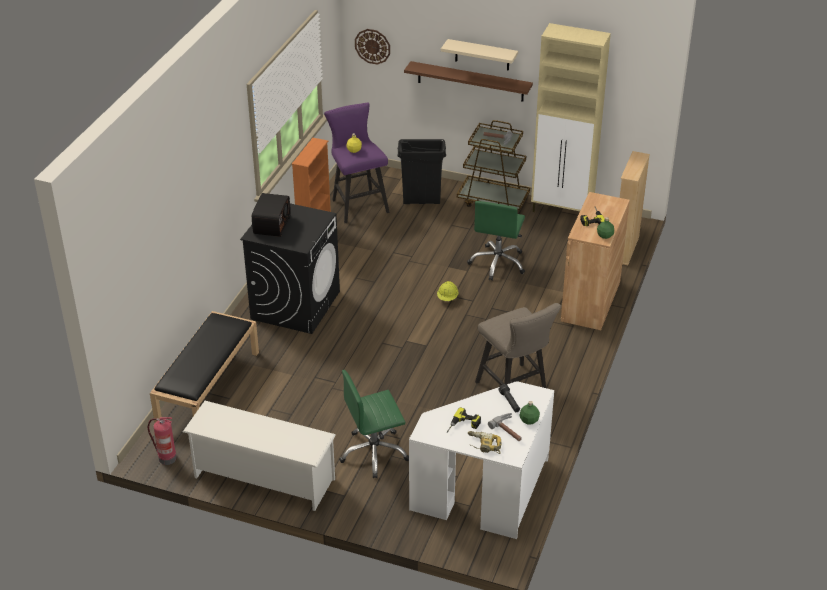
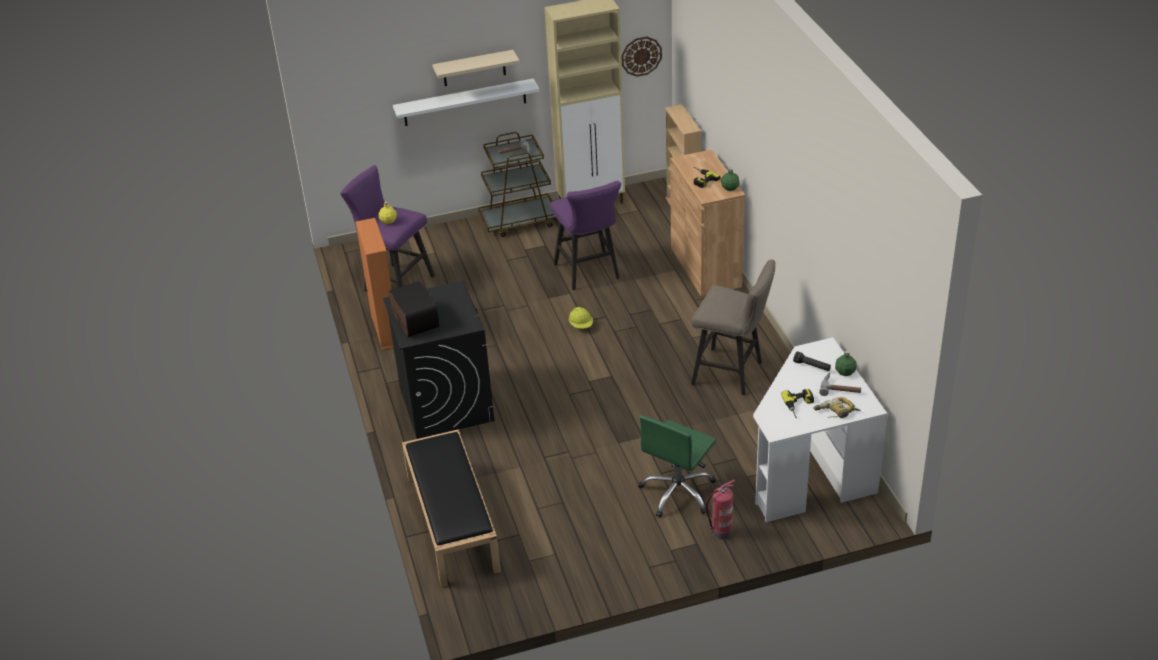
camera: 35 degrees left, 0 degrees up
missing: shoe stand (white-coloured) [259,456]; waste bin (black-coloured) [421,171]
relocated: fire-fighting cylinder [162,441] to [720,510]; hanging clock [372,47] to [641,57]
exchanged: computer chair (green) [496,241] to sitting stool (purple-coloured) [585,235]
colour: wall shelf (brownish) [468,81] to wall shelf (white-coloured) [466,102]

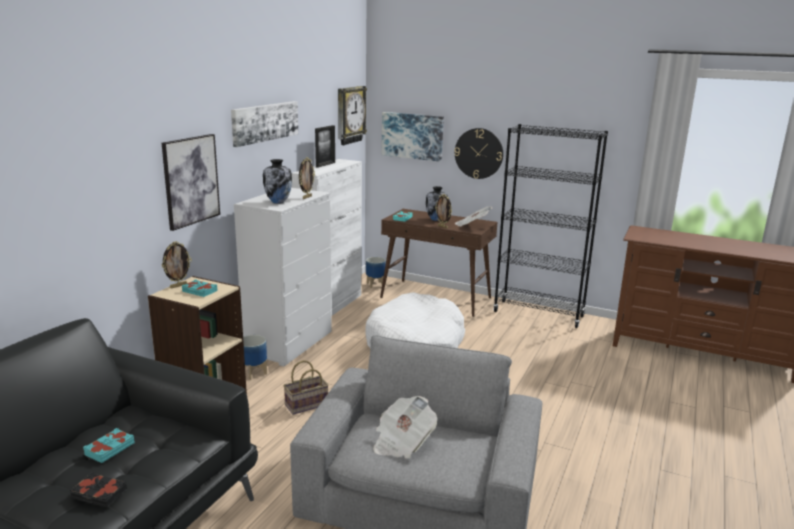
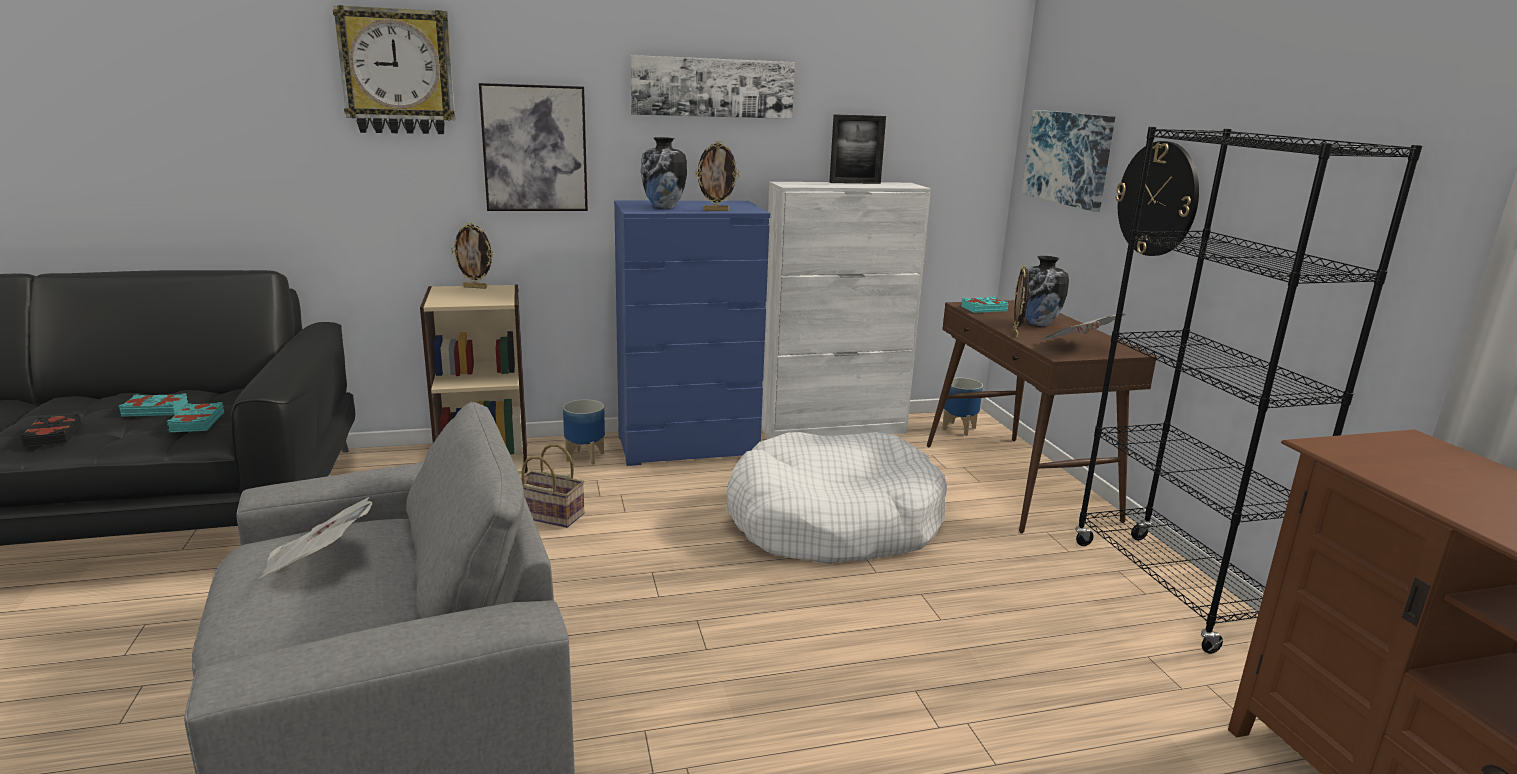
camera: 50 degrees right, 0 degrees up
relocated: bound book (blue-green) [199,288] to [195,417]; hanging clock [352,115] to [394,69]
colour: dresser (white-coloured) [283,276] to dresser (blue-coloured) [692,333]

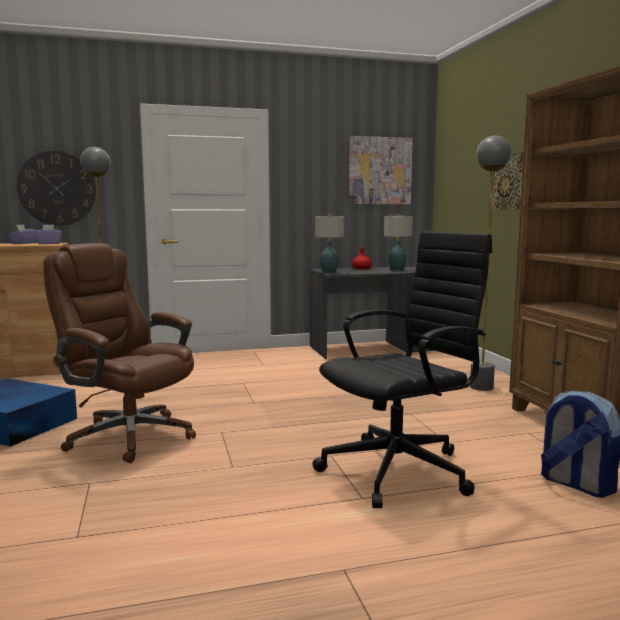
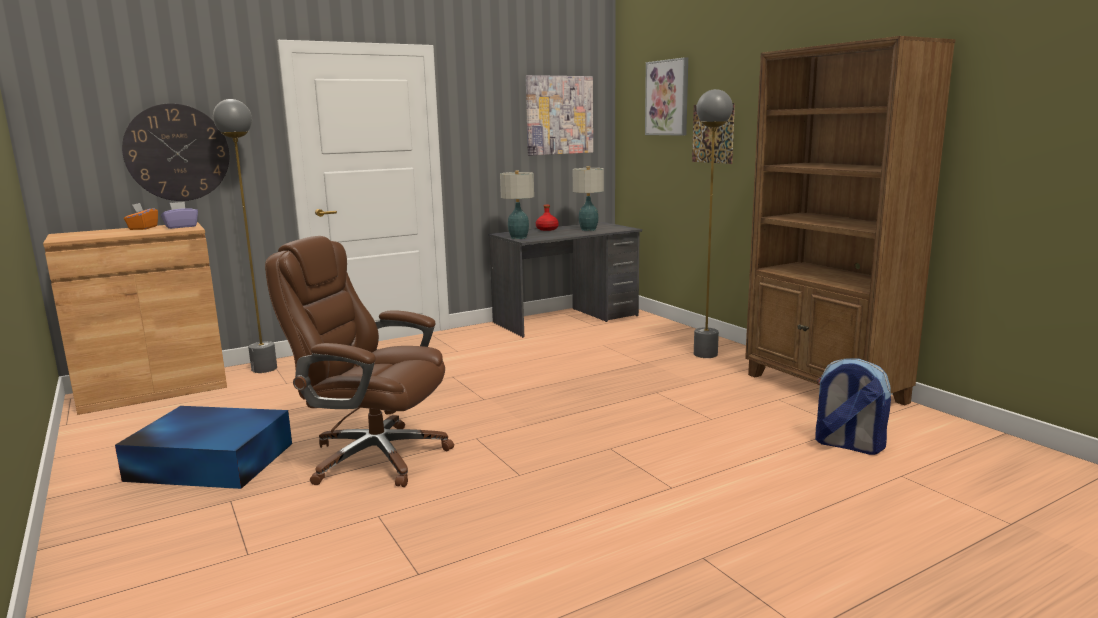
camera: 15 degrees left, 5 degrees up
missing: computer chair (black-coloured) [402,369]
appeared: wall art [666,96]
colour: box of tissues (purple-coloured) [22,234] to box of tissues (orange) [141,216]

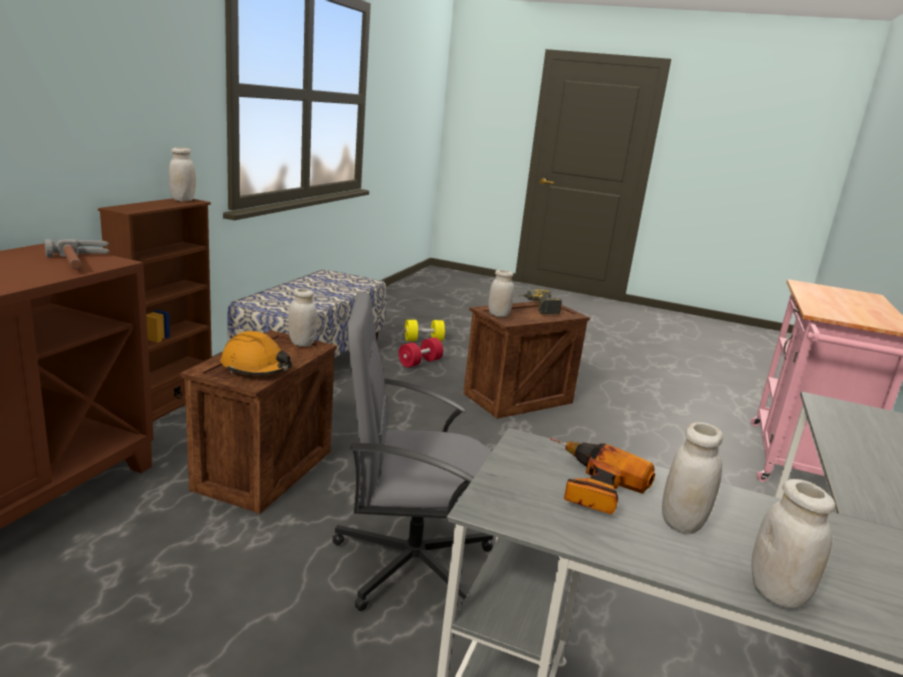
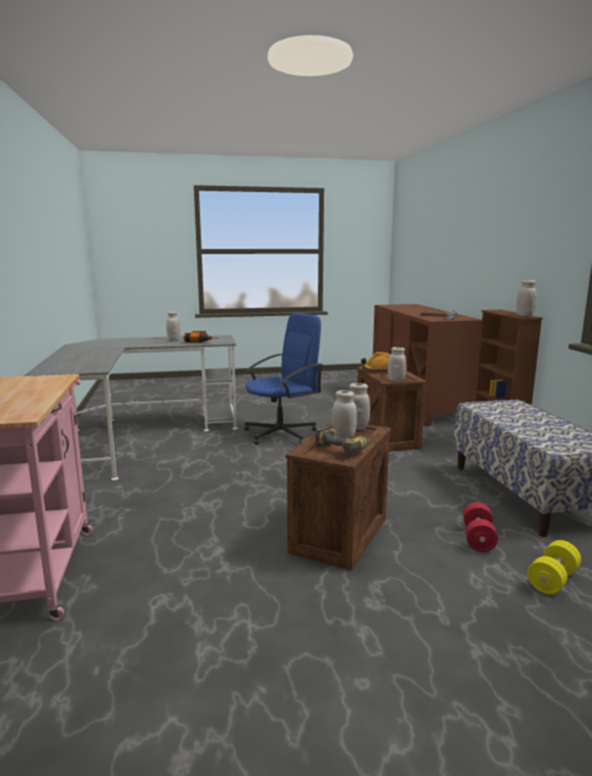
camera: 150 degrees right, 5 degrees down
relocated: preserve jar (white-coloured) [793,544] to [344,414]
colour: computer chair (gray) [412,451] to computer chair (blue-coloured) [283,378]

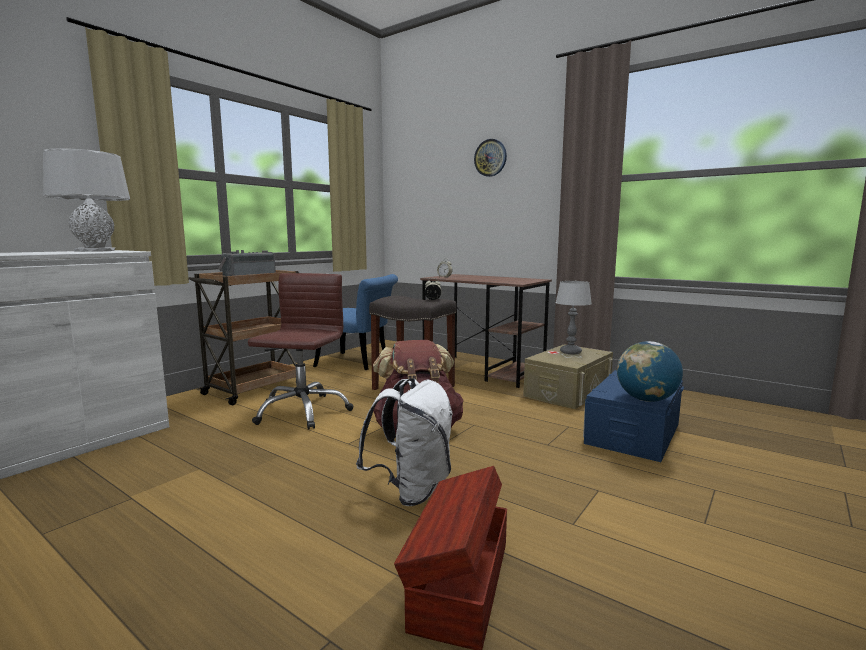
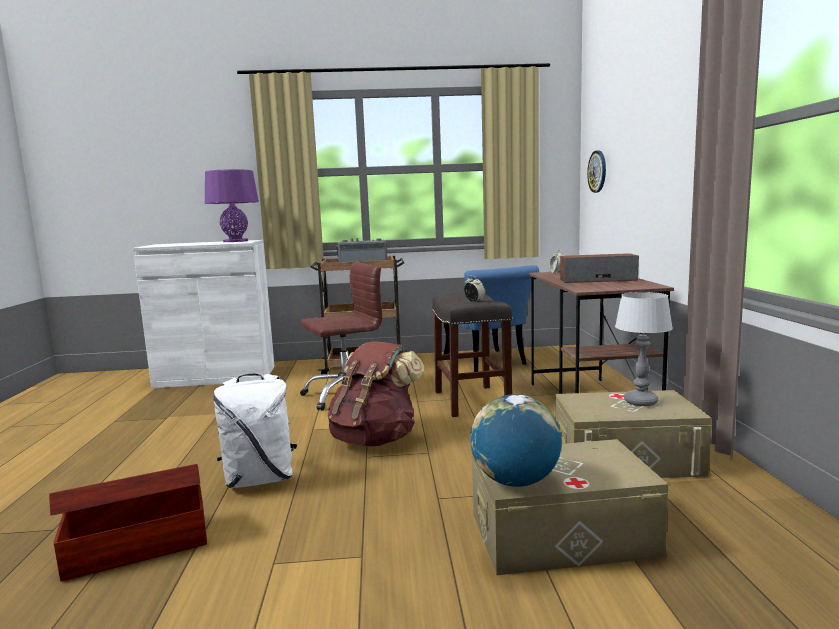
camera: 50 degrees right, 0 degrees up
appeared: audio speaker [599,268]
relocated: hanging clock [490,158] to [596,171]
colour: table lamp (gray) [86,200] to table lamp (purple-coloured) [232,205]; storage container (blue-coloured) [633,416] to storage container (beige-coloured) [570,507]

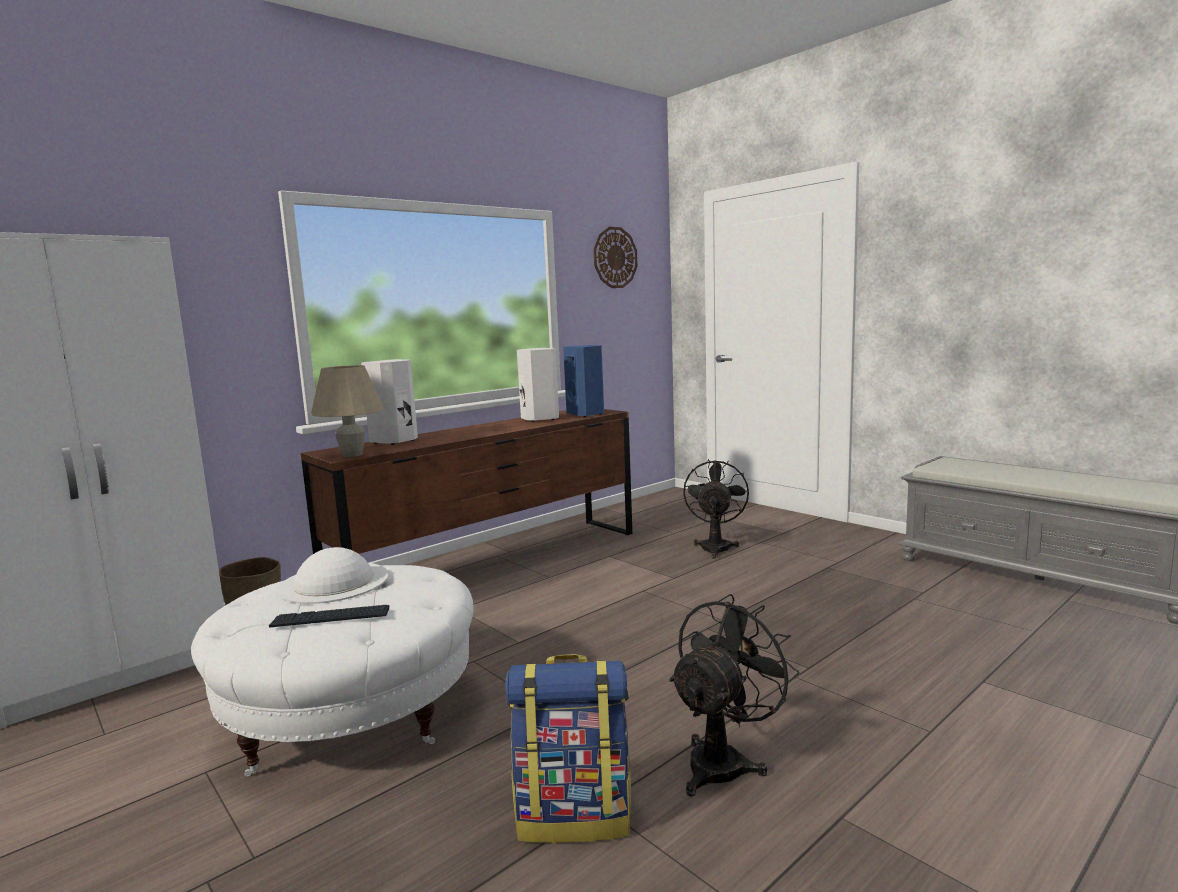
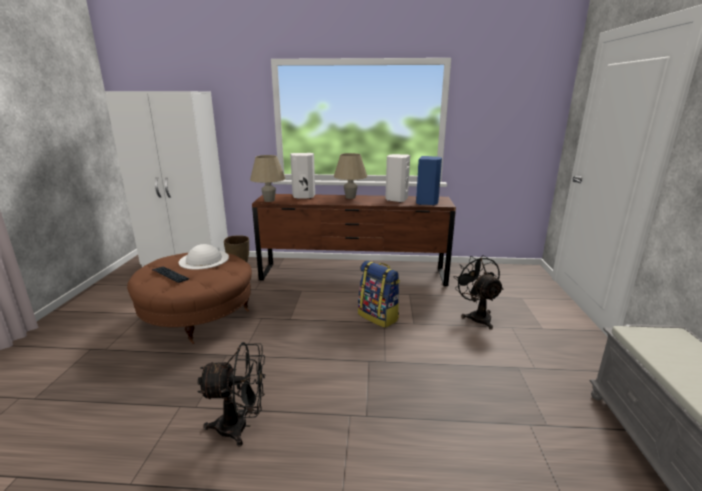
camera: 45 degrees right, 10 degrees up
missing: hanging clock [615,257]
appeared: table lamp (beige-coloured) [350,176]
relocated: knapsack [568,748] to [379,294]
colour: pouffe (white-coloured) [332,671] to pouffe (brownish) [189,298]
spun: electric fan (black-coloured) [716,509] = [479,292] 75 degrees counterclockwise

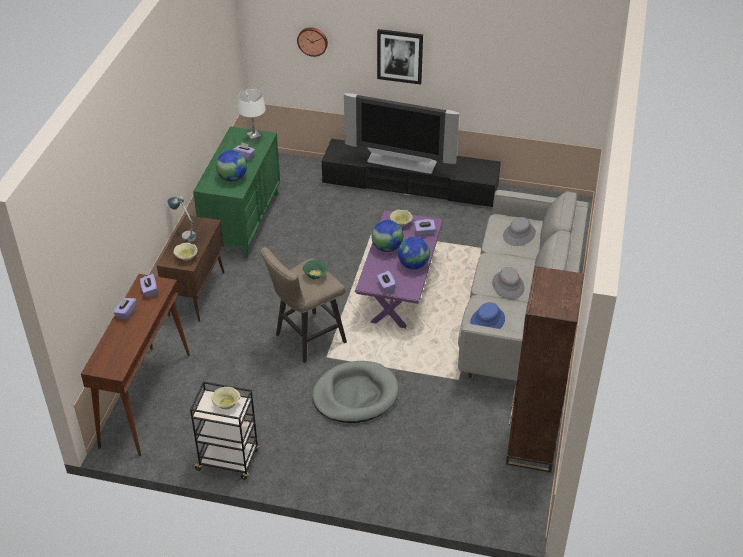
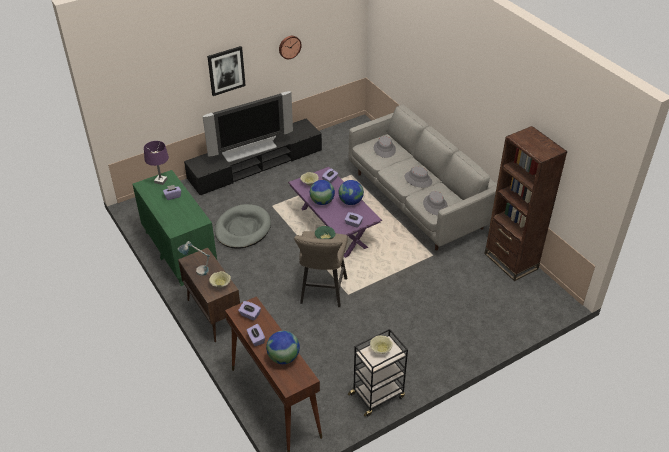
camera: 45 degrees left, 0 degrees up
relocated: world globe [231,165] to [283,347]; hanging clock [312,42] to [290,47]; dog bed (gray) [355,392] to [243,226]
colour: table lamp (white-coloured) [252,115] to table lamp (purple-coloured) [156,163]; hat (blue-coloured) [487,315] to hat (gray) [435,203]

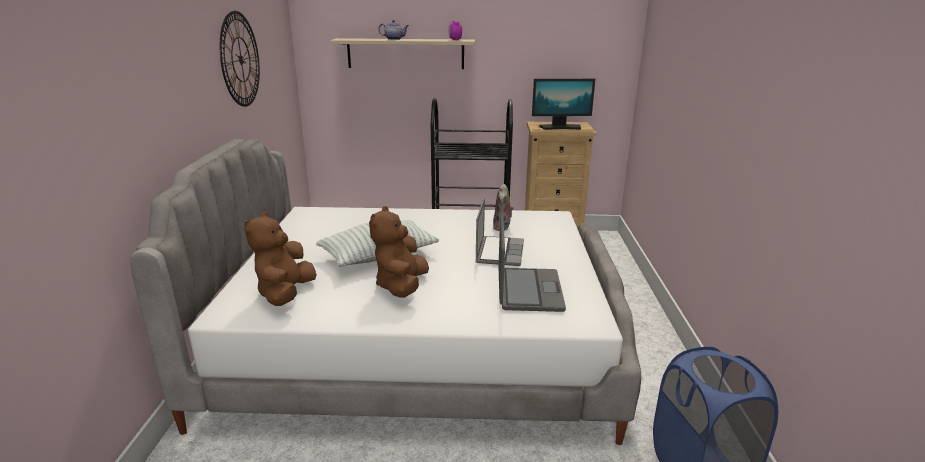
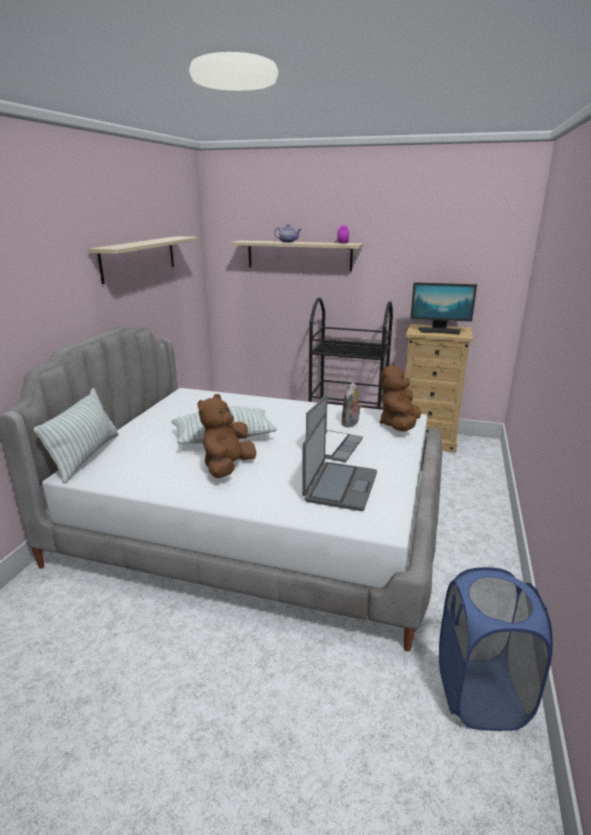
camera: 15 degrees right, 0 degrees up
appeared: throw pillow [76,436]
relocated: soft toy (brownish) [280,259] to [400,397]
exchanged: hanging clock [240,59] to wall shelf (beige-coloured) [143,260]

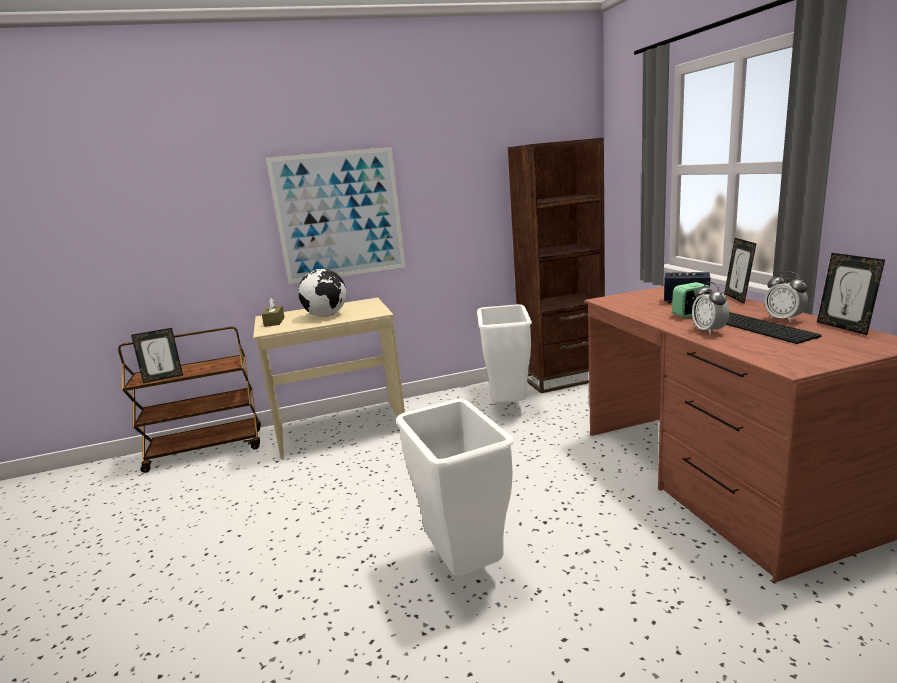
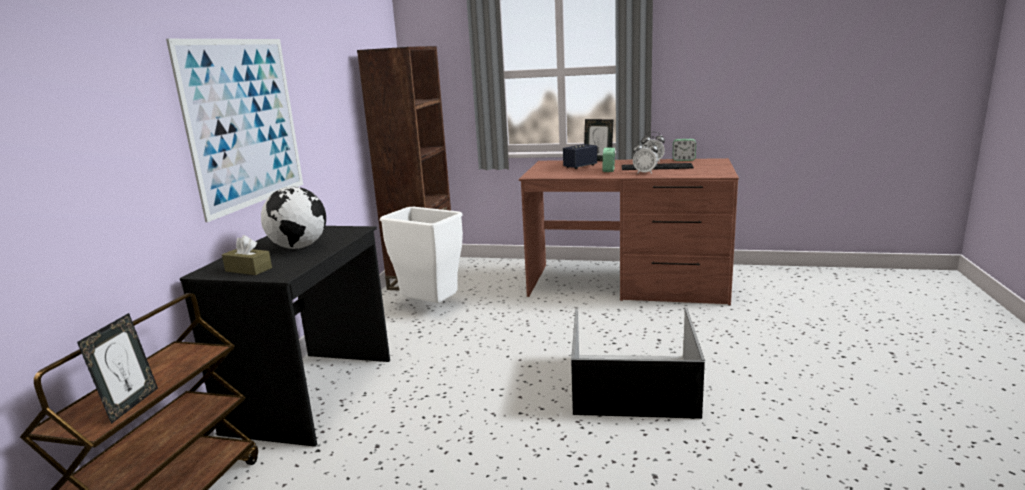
camera: 60 degrees left, 0 degrees up
exchanged: waste bin (white-coloured) [454,487] to storage container (black-coloured) [638,363]; photo frame [851,294] to bedside clock [684,150]
colour: desk table (beige-coloured) [329,378] to desk table (black-coloured) [285,336]

